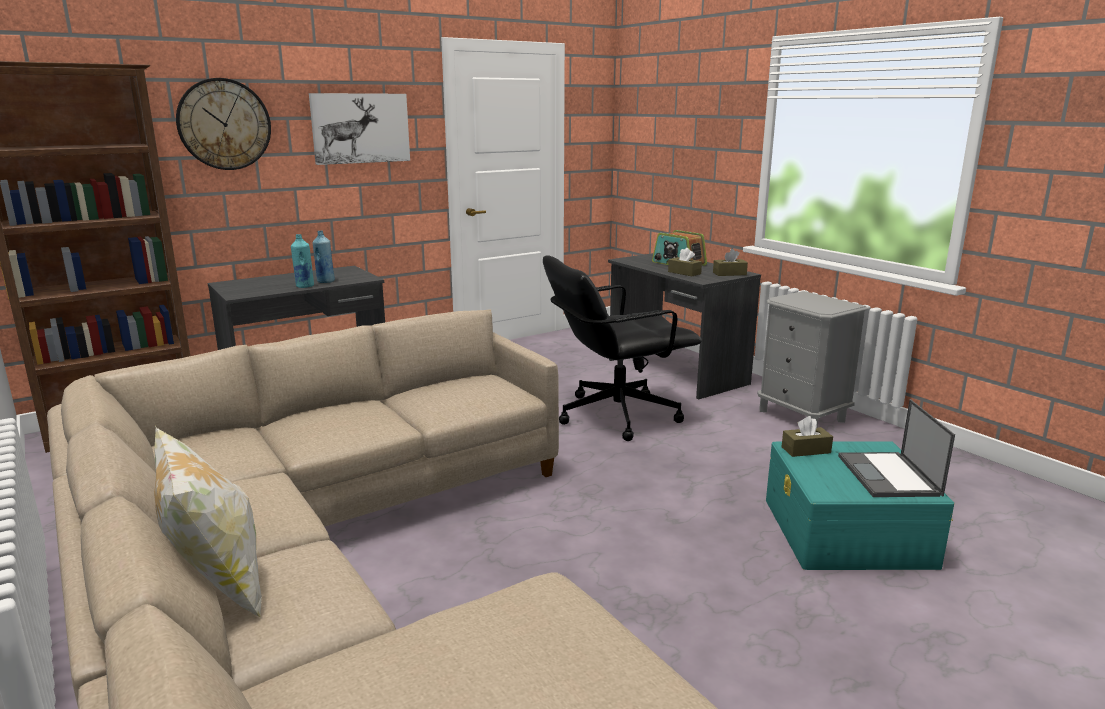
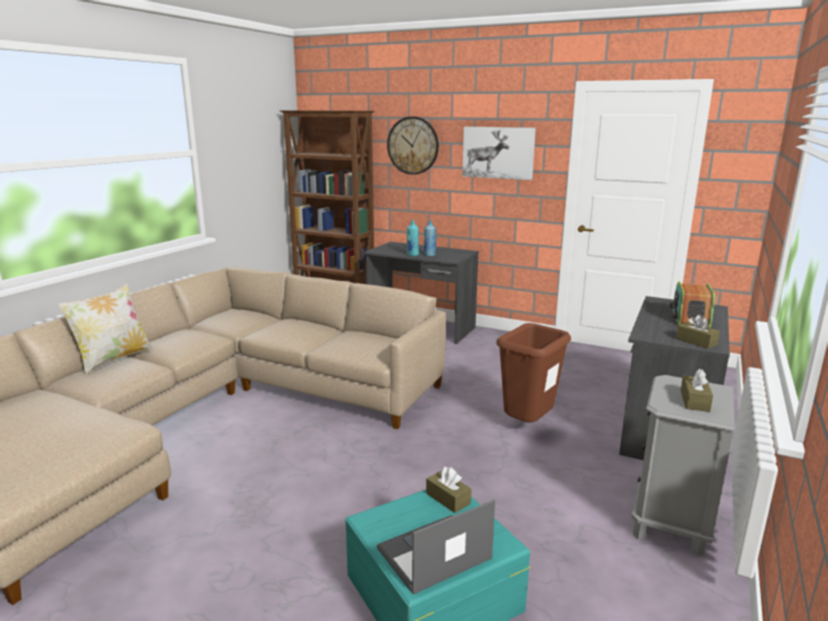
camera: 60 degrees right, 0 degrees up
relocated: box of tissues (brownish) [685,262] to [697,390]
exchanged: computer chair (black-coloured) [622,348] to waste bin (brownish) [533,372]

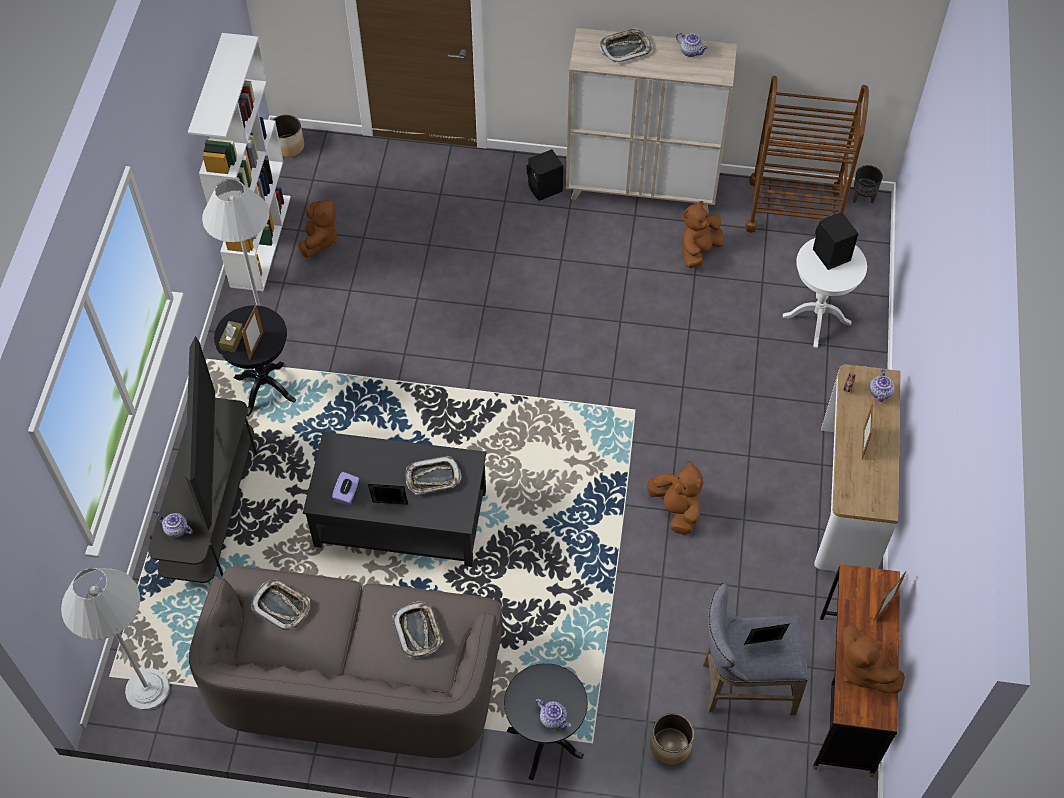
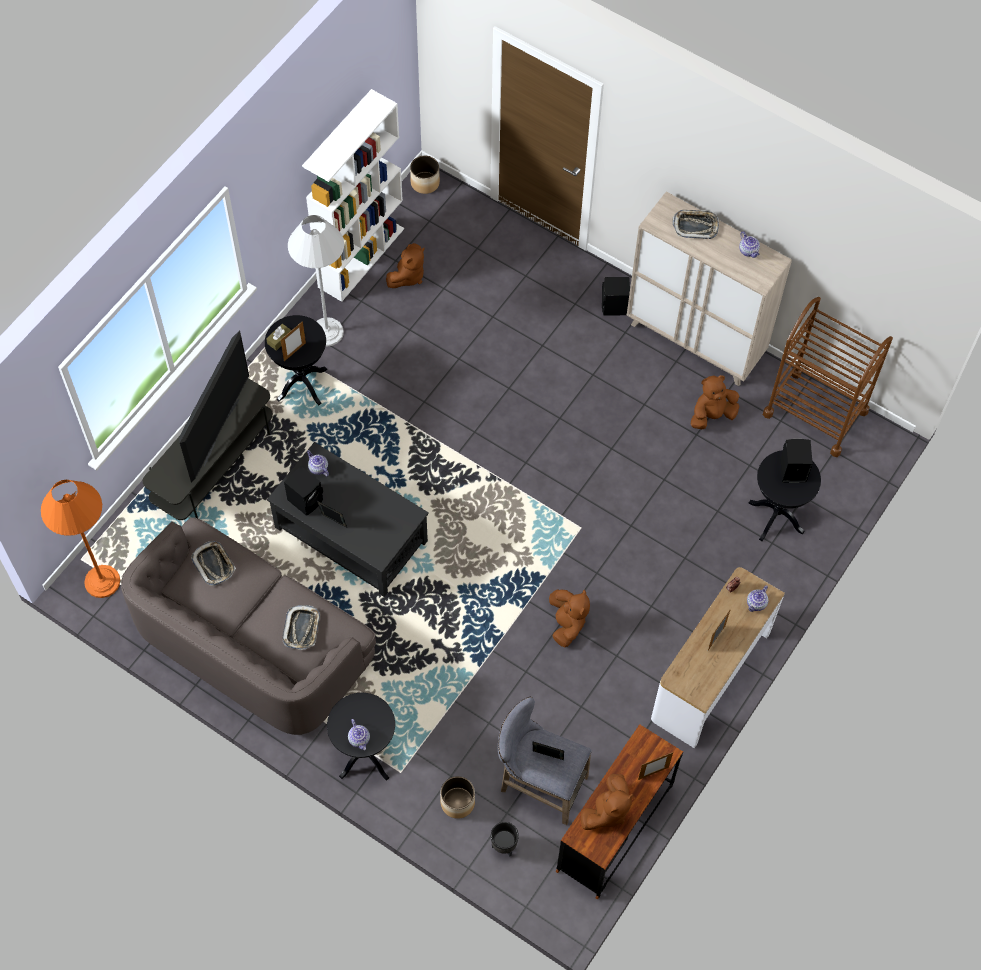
camera: 25 degrees right, 5 degrees up
missing: serving tray [433,475]
relocated: tea pot [174,525] to [318,463]; flower pot (black-coloured) [868,184] to [505,839]
exchanged: box of tissues (purple-coloured) [345,488] to audio speaker (black-coloured) [303,491]
colour: standard lamp (white-coloured) [115,639] to standard lamp (orange) [80,539]; side table (white-coloured) [825,293] to side table (black-coloured) [785,495]
spun: soft toy (brownish) [873,659] = [607,802] 135 degrees counterclockwise

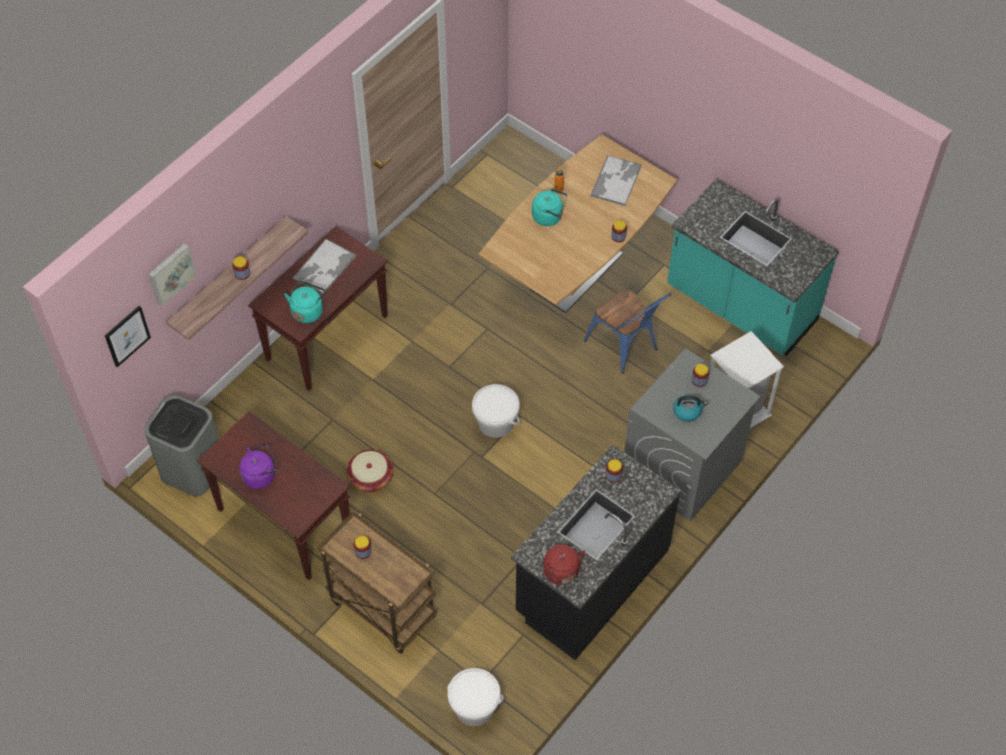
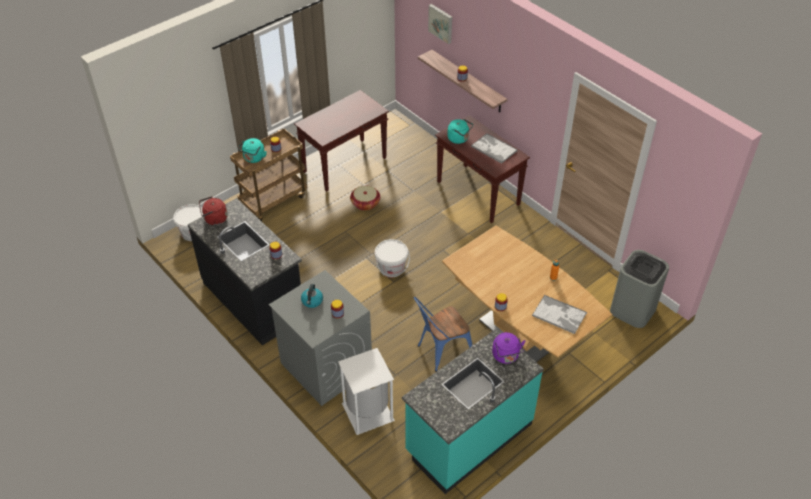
camera: 100 degrees right, 10 degrees down
missing: wall art [128,336]
relocated: waste bin (gray) [181,445] to [639,289]; tea kettle (purple-coloured) [258,467] to [508,348]; tea kettle (blue-green) [549,207] to [252,150]

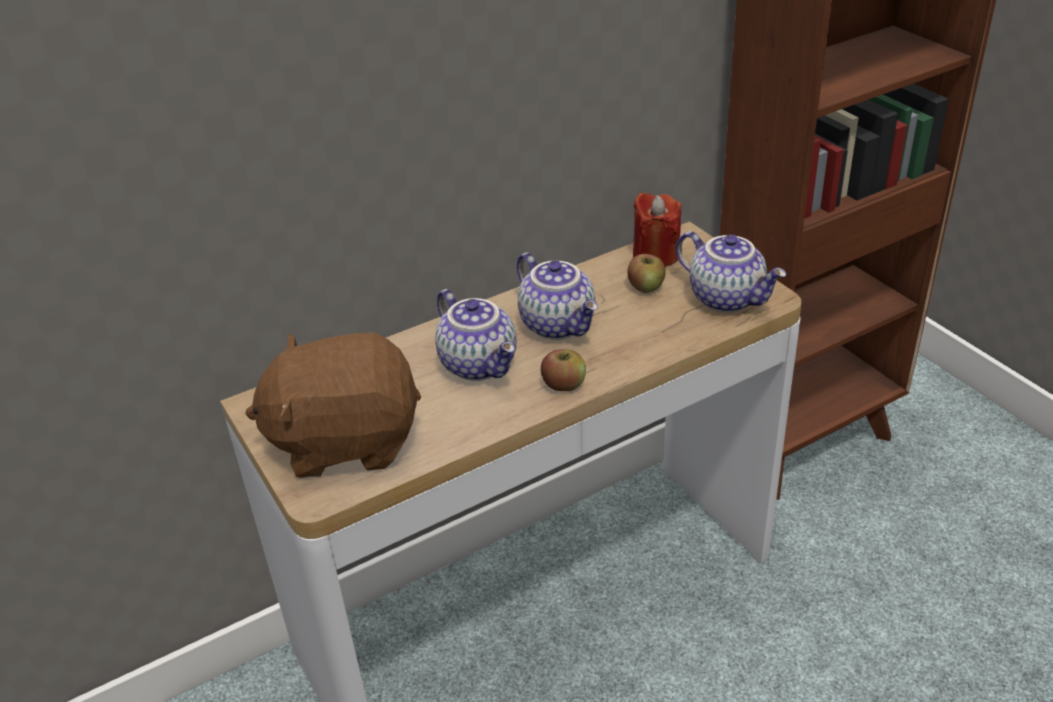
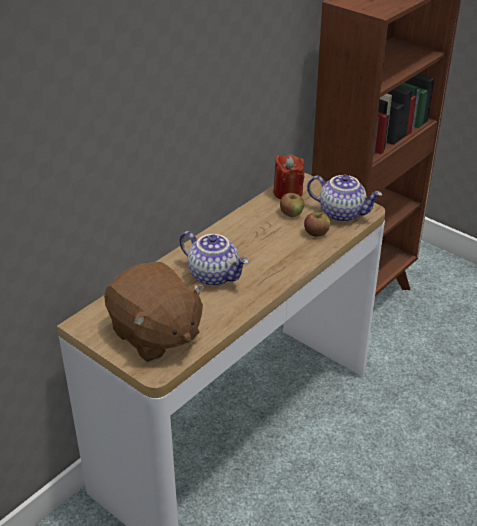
camera: 20 degrees left, 0 degrees up
missing: tea pot [557,296]
relocated: apple fruit [563,370] to [317,224]
spun: soft toy (brownish) [333,405] = [154,312] 105 degrees counterclockwise

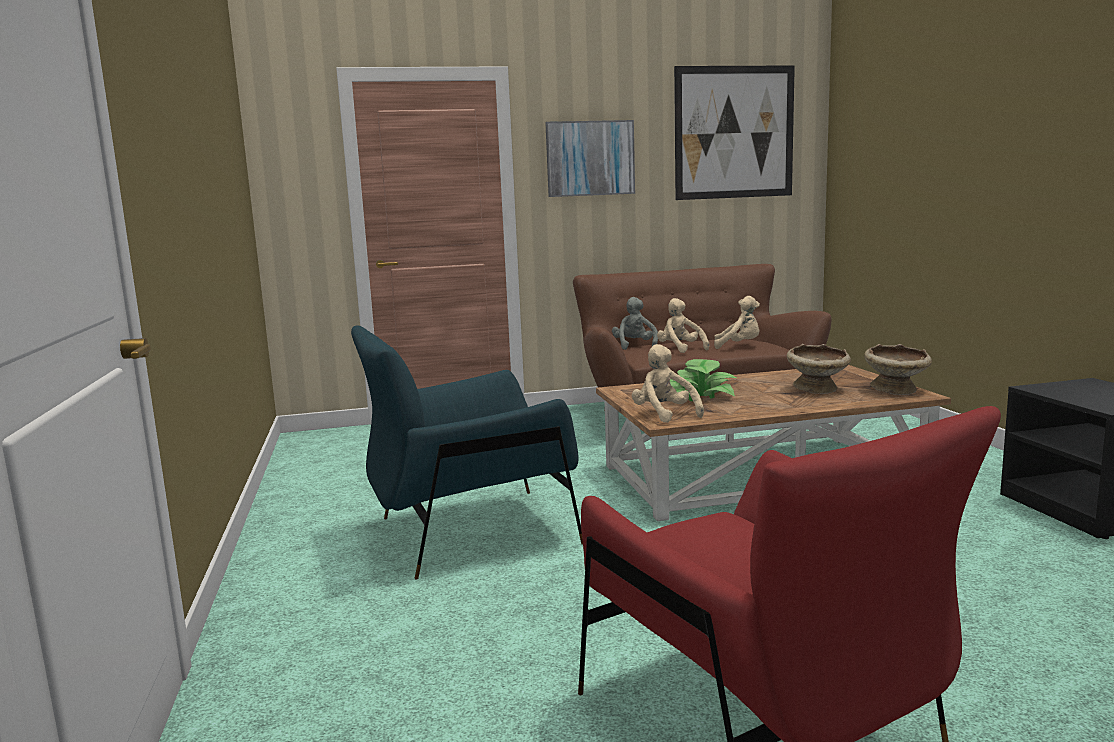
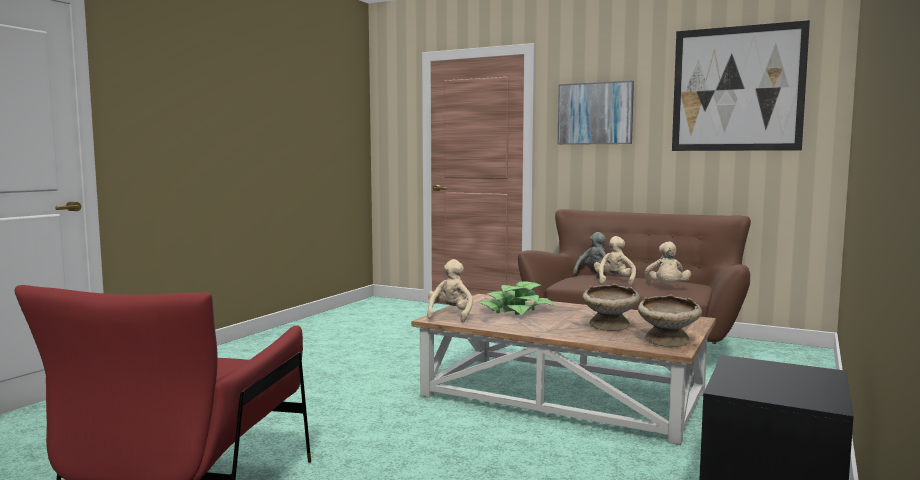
camera: 40 degrees right, 5 degrees down
missing: lounge chair (blue-coloured) [467,453]
spun: soft toy (beige-coloured) [737,322] = [667,262] 45 degrees clockwise

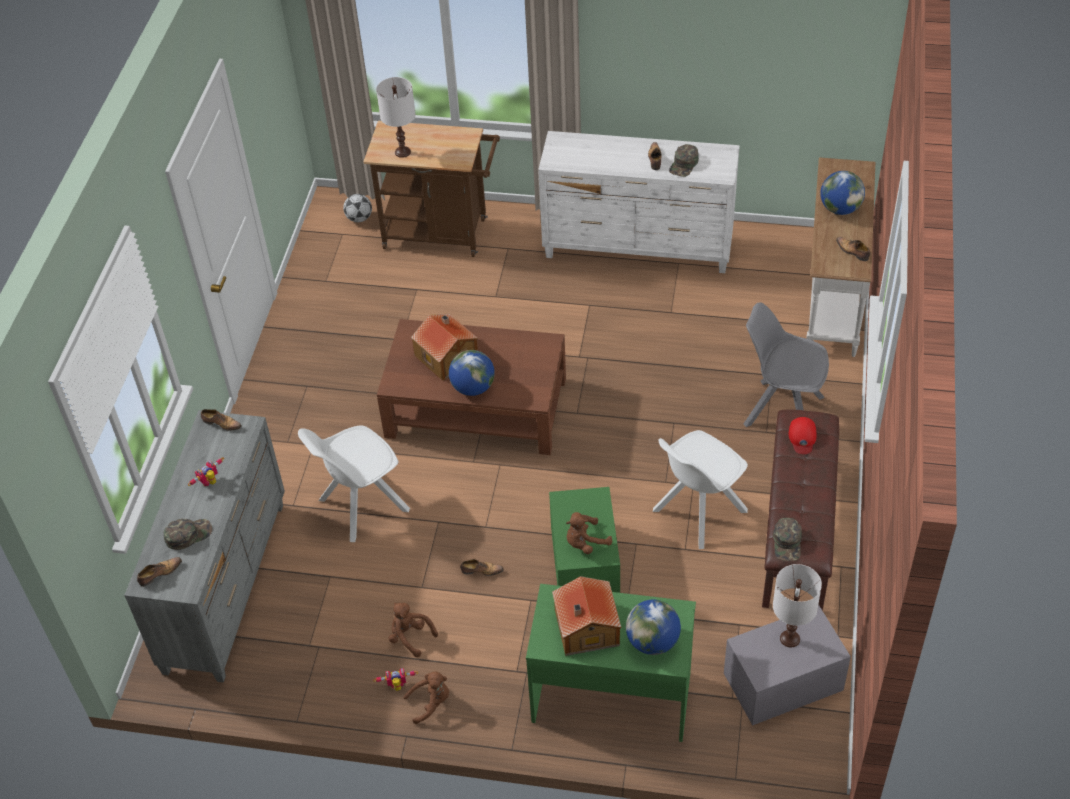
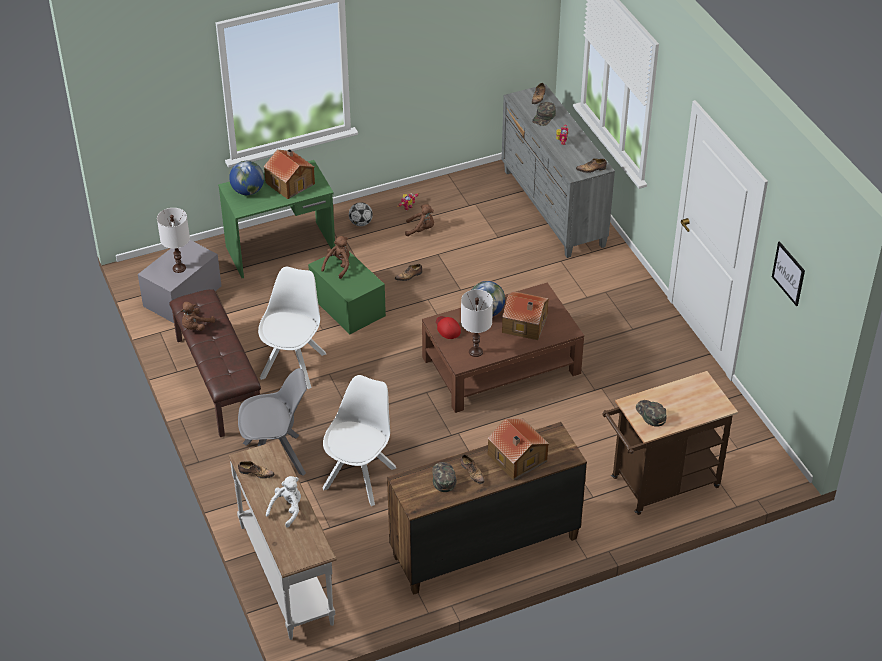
camera: 145 degrees right, 5 degrees down
appeared: toy house [518,449]; wall art [788,273]
relocated: upright chair (white-coloured) [354,483] to [359,440]; ball for football [357,208] to [361,214]; table lamp (white-coloured) [396,117] to [477,323]; soft toy (brownish) [426,698] to [198,316]; peaked cap (green) [787,539] to [651,413]; peaked cap (red) [802,435] to [448,327]
exchanged: world globe [842,193] to soft toy (white-coloured) [283,502]
colour: dresser (white-coloured) [639,202] to dresser (brownish) [487,508]

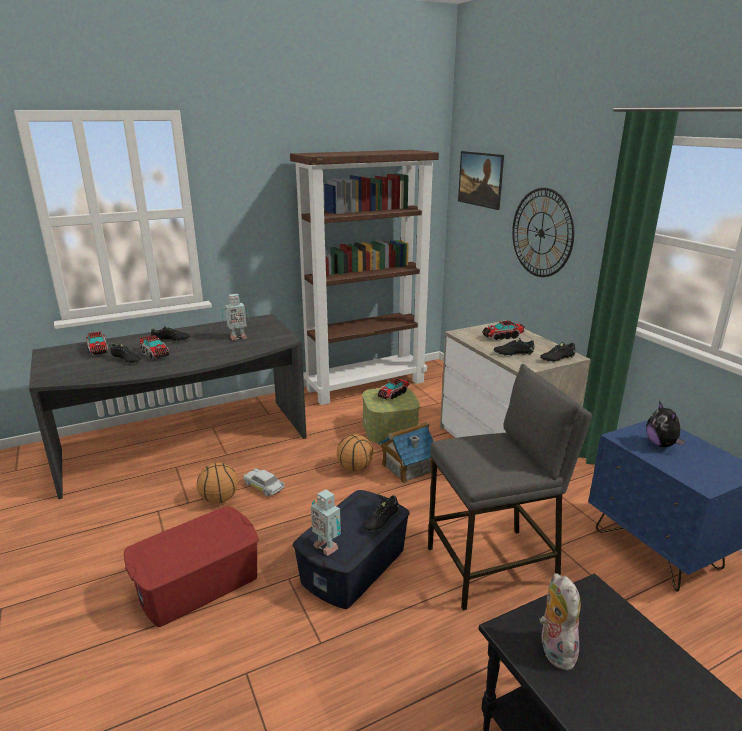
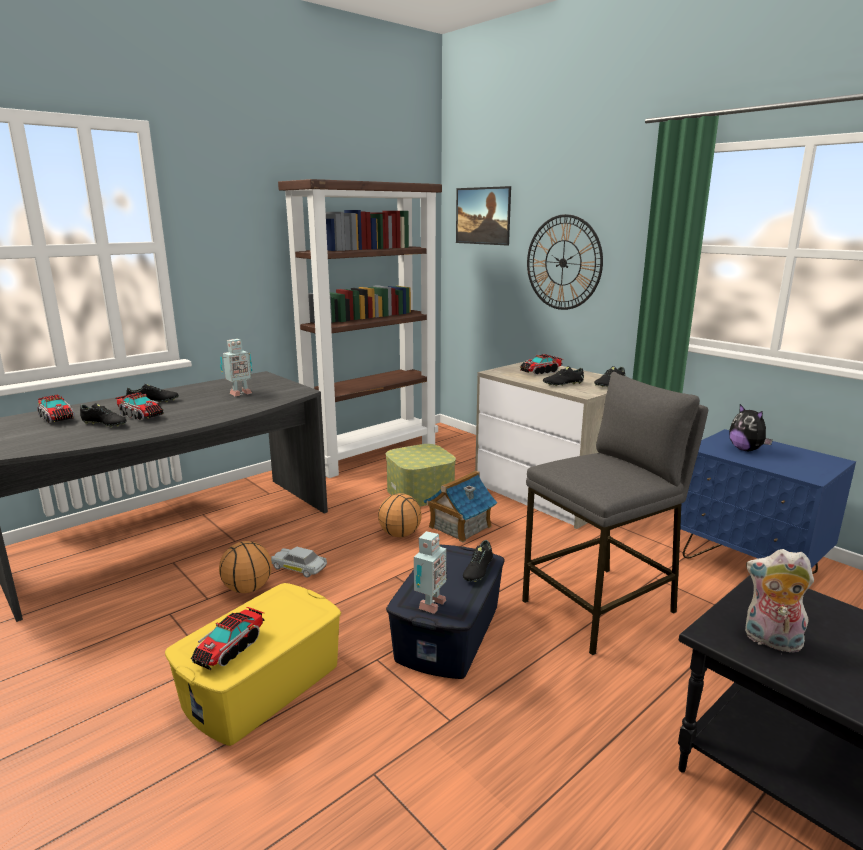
camera: 15 degrees left, 5 degrees down
relocated: model truck [393,389] to [227,638]
colour: storage container (red) [191,566] to storage container (yellow-coloured) [253,664]
spun: robot figure [326,522] = [430,572] 90 degrees counterclockwise; soft toy [560,621] = [779,601] 45 degrees counterclockwise

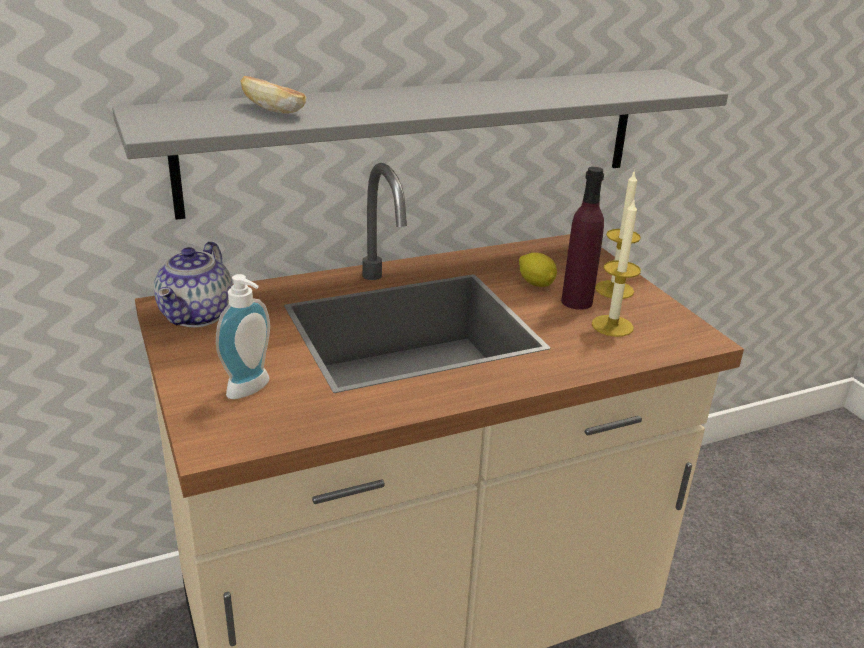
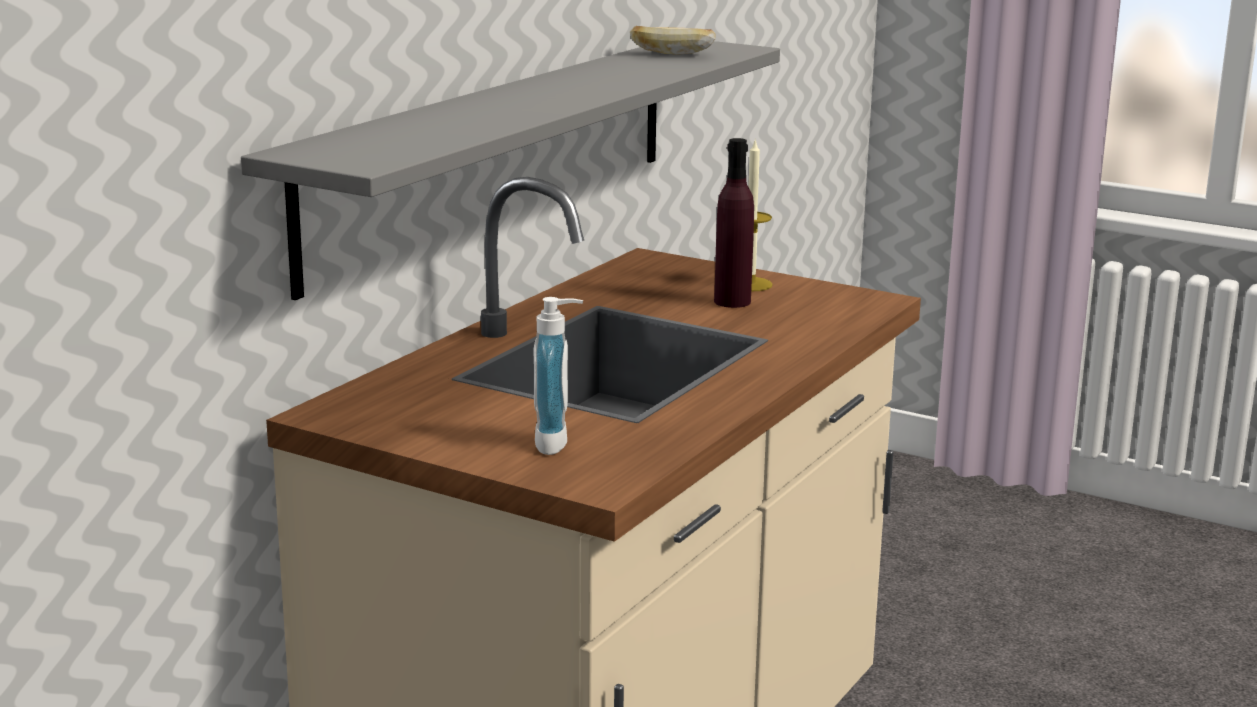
camera: 35 degrees left, 10 degrees down
missing: tea pot [193,284]; whole lemon [538,269]; wax light [616,268]
relocated: bakery bread [273,95] to [673,40]

